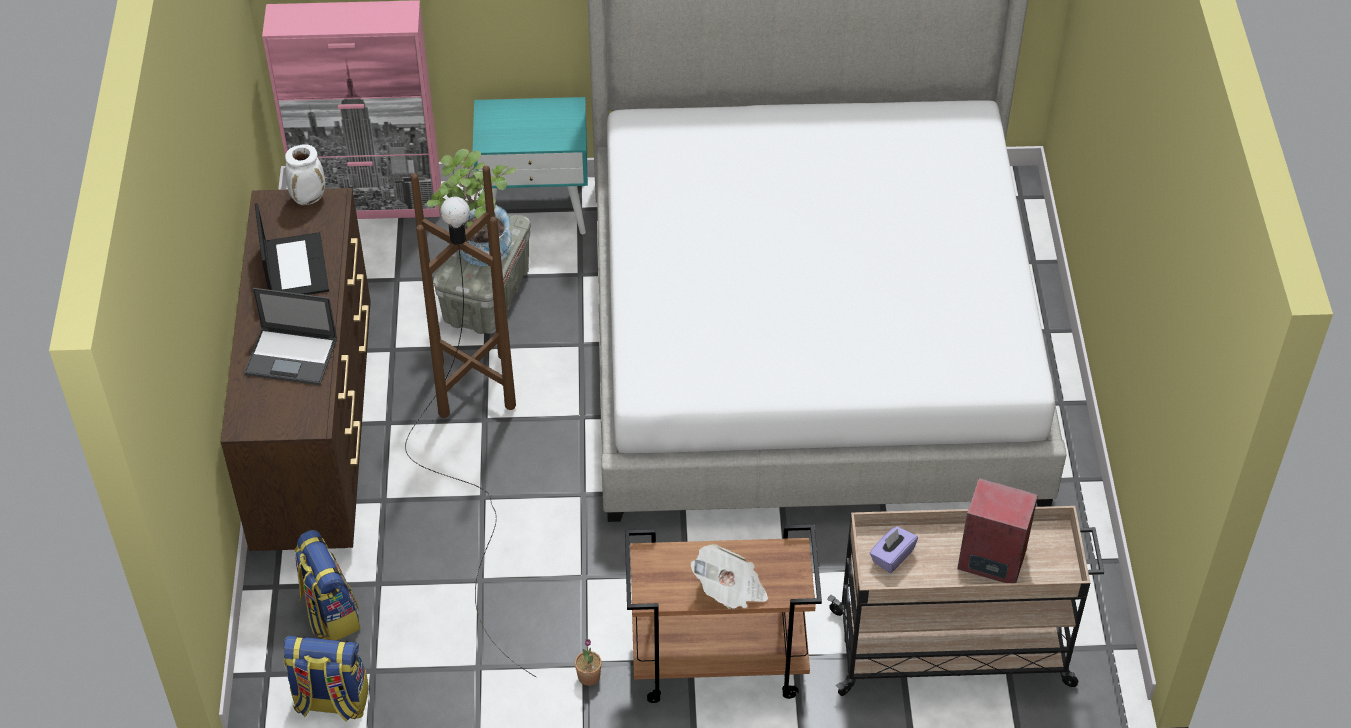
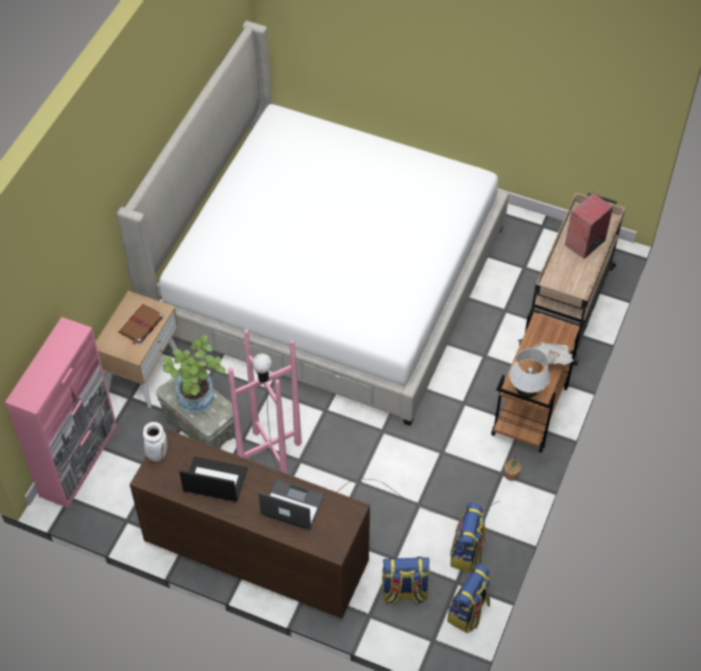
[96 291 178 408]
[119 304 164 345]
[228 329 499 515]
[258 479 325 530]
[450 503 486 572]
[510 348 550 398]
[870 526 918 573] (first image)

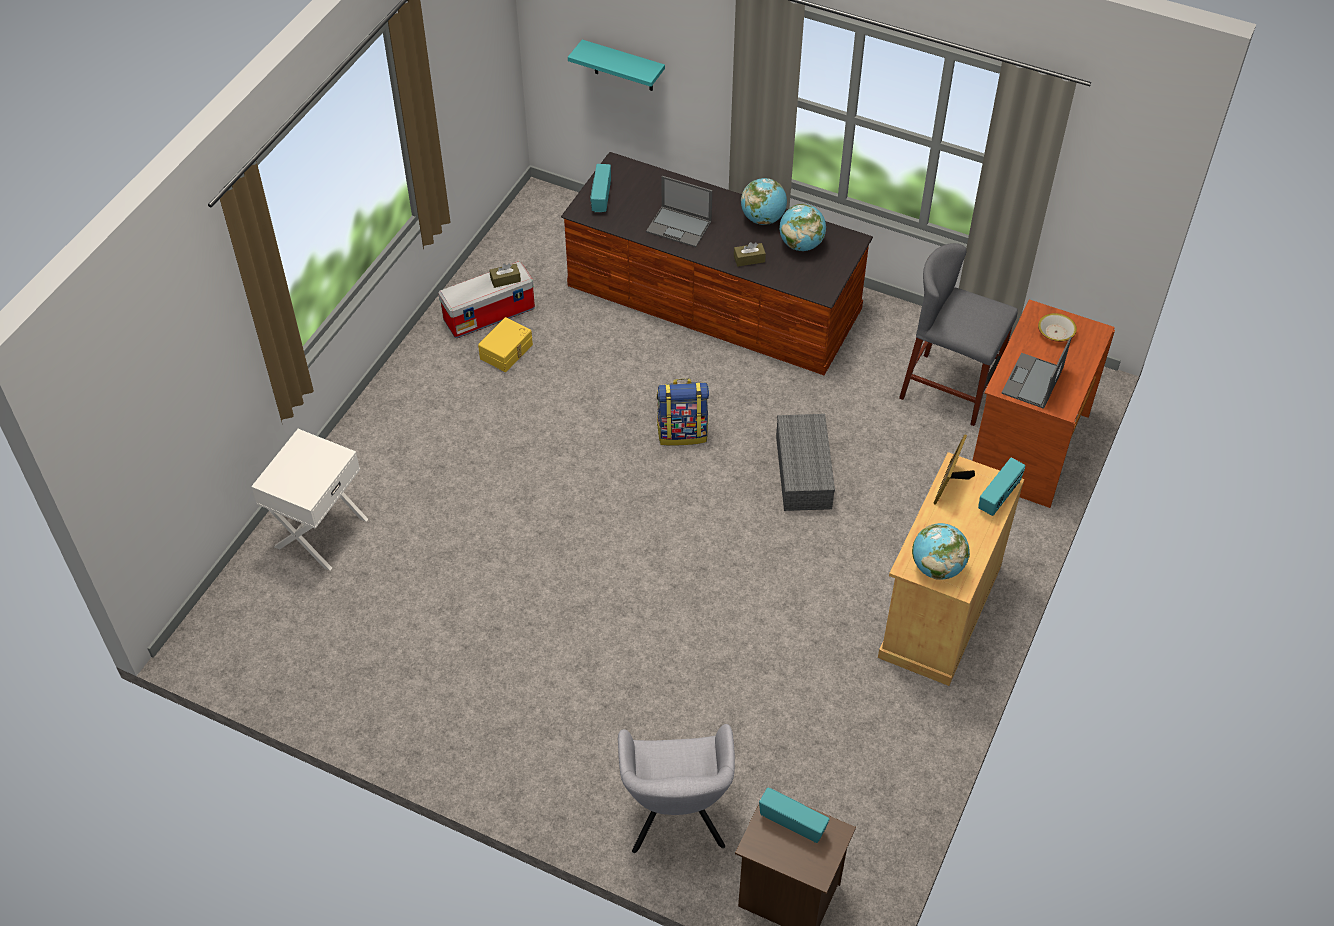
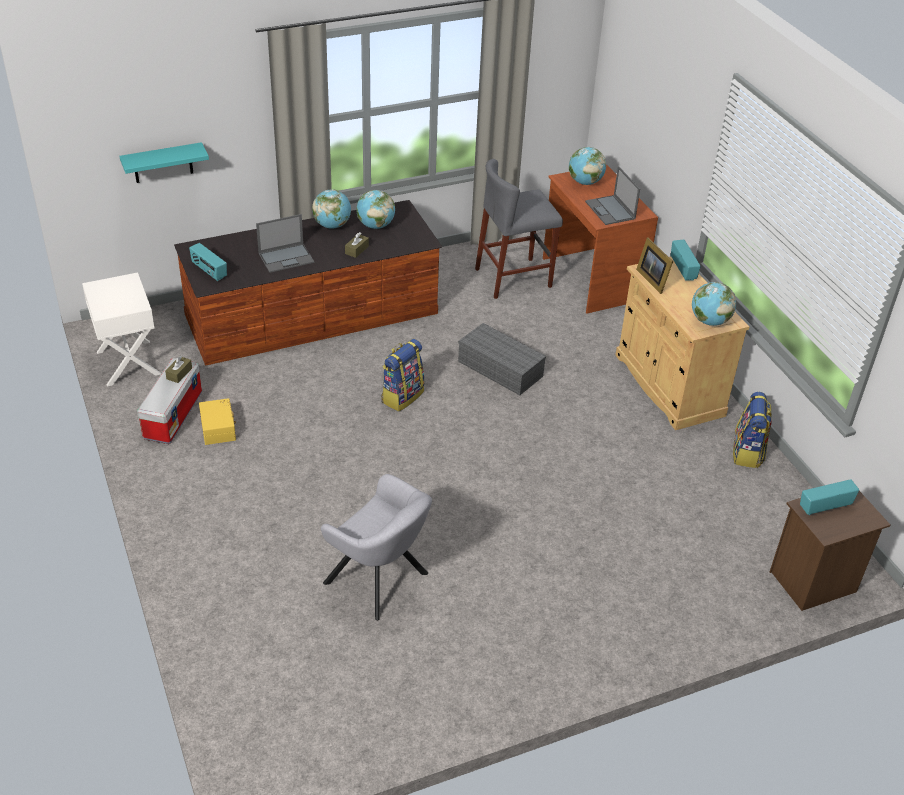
[82 272 161 386]
[321 474 432 620]
[569 147 606 185]
[733 392 772 468]

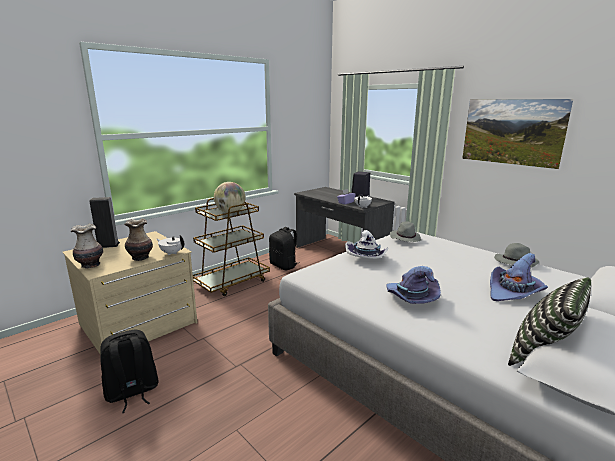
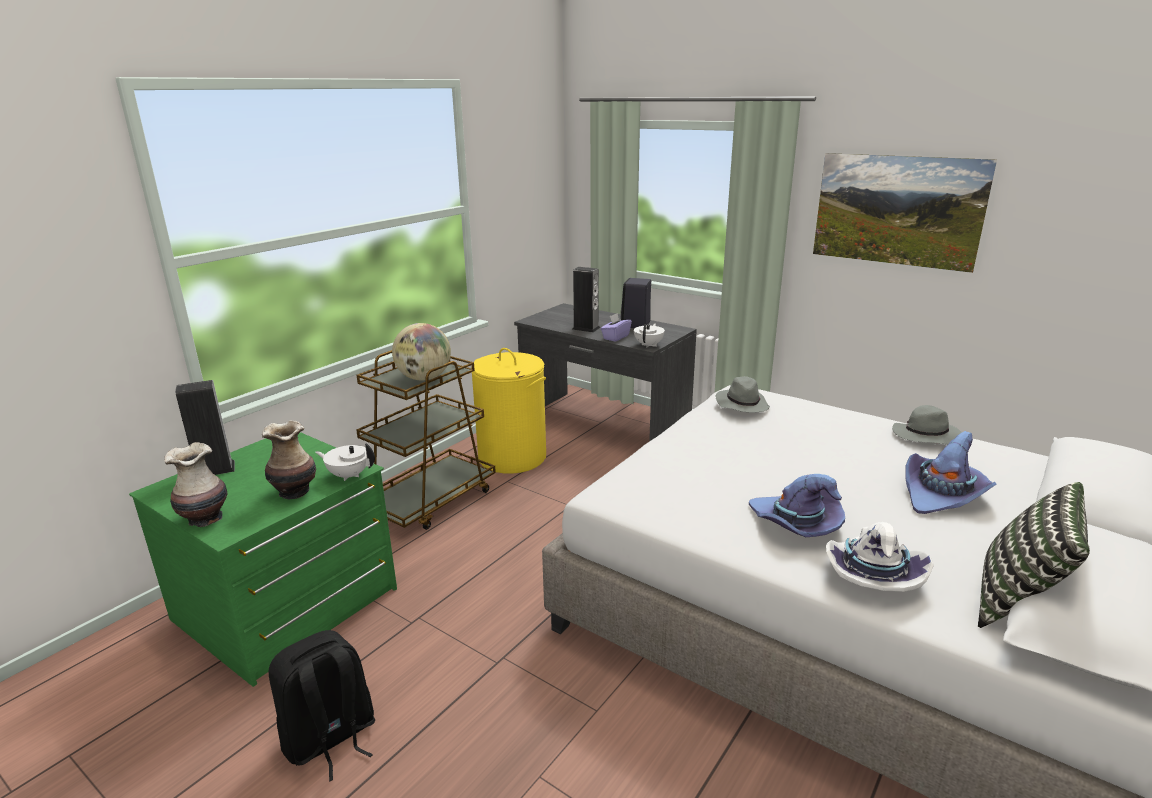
[129 432 397 687]
[471 348 546 474]
[573 267 600 332]
[826 522 934 592]

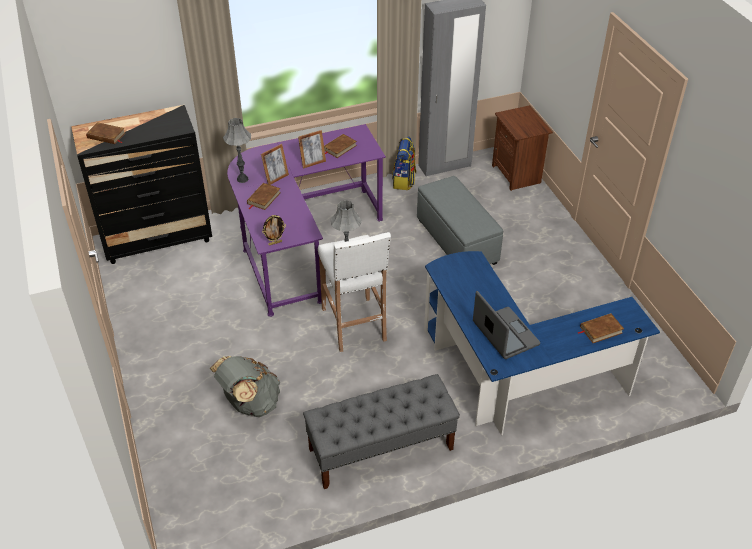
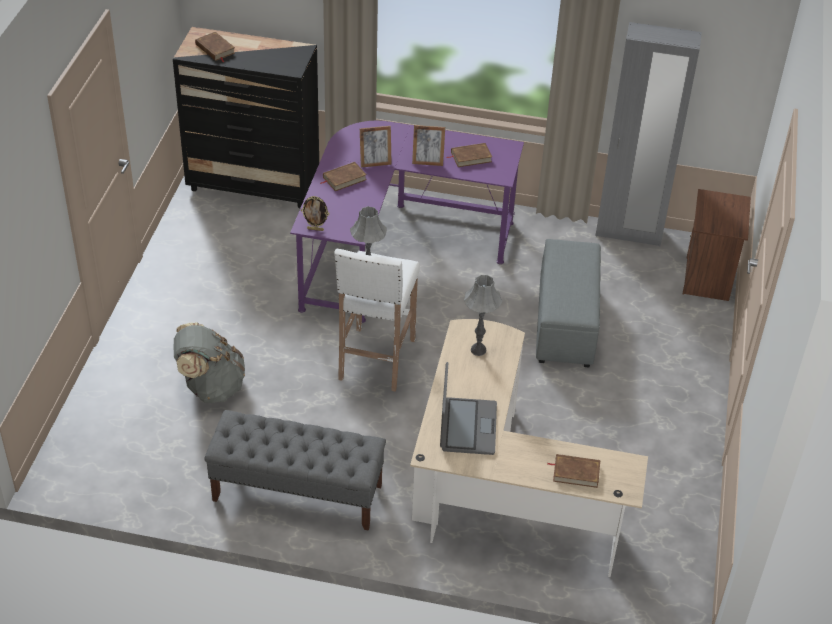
[410 319 648 577]
[464 275 502 356]
[392 136 416 190] (first image)

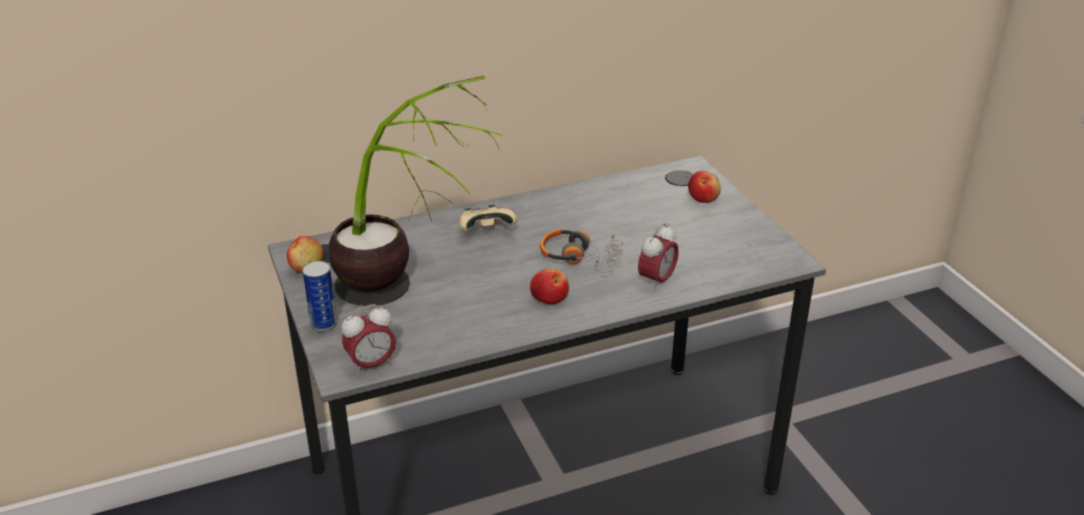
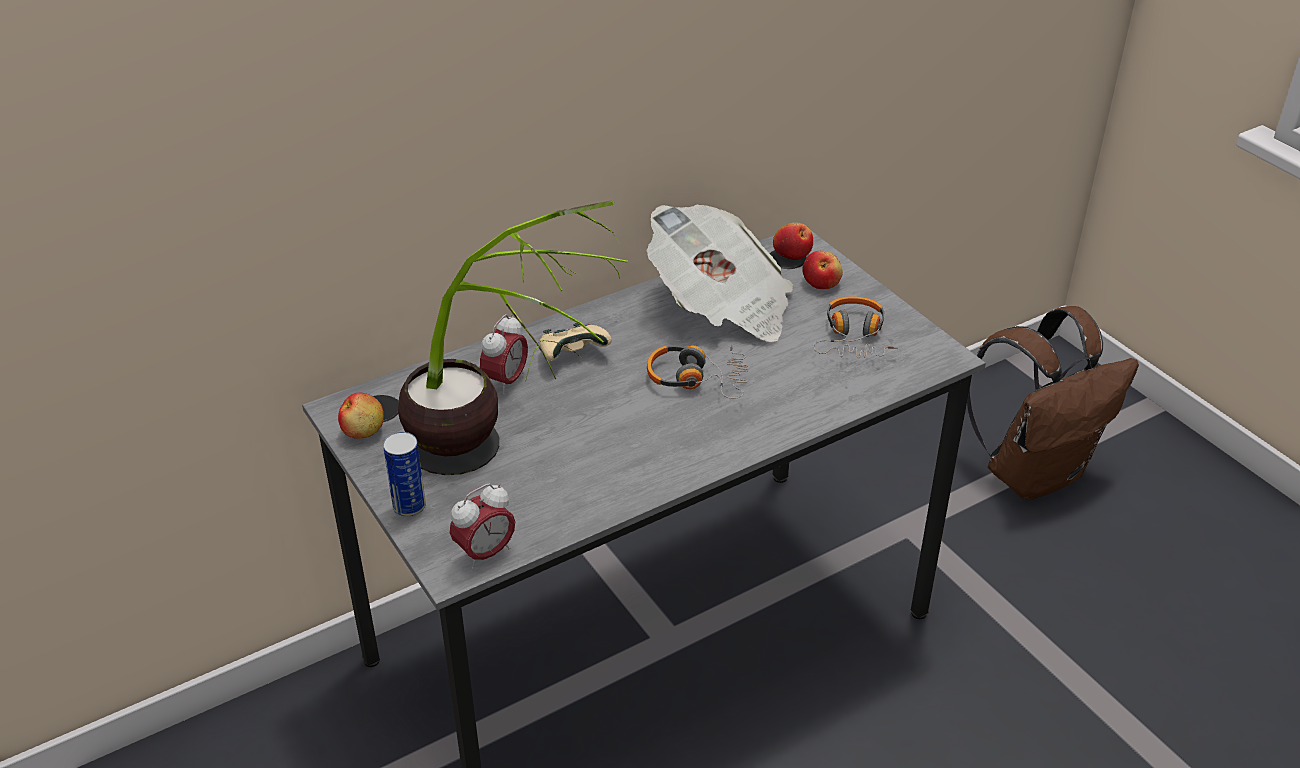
[480 314 528 395]
[646 205 793 342]
[773 223 813 260]
[813 296 898 357]
[967 306 1139 500]

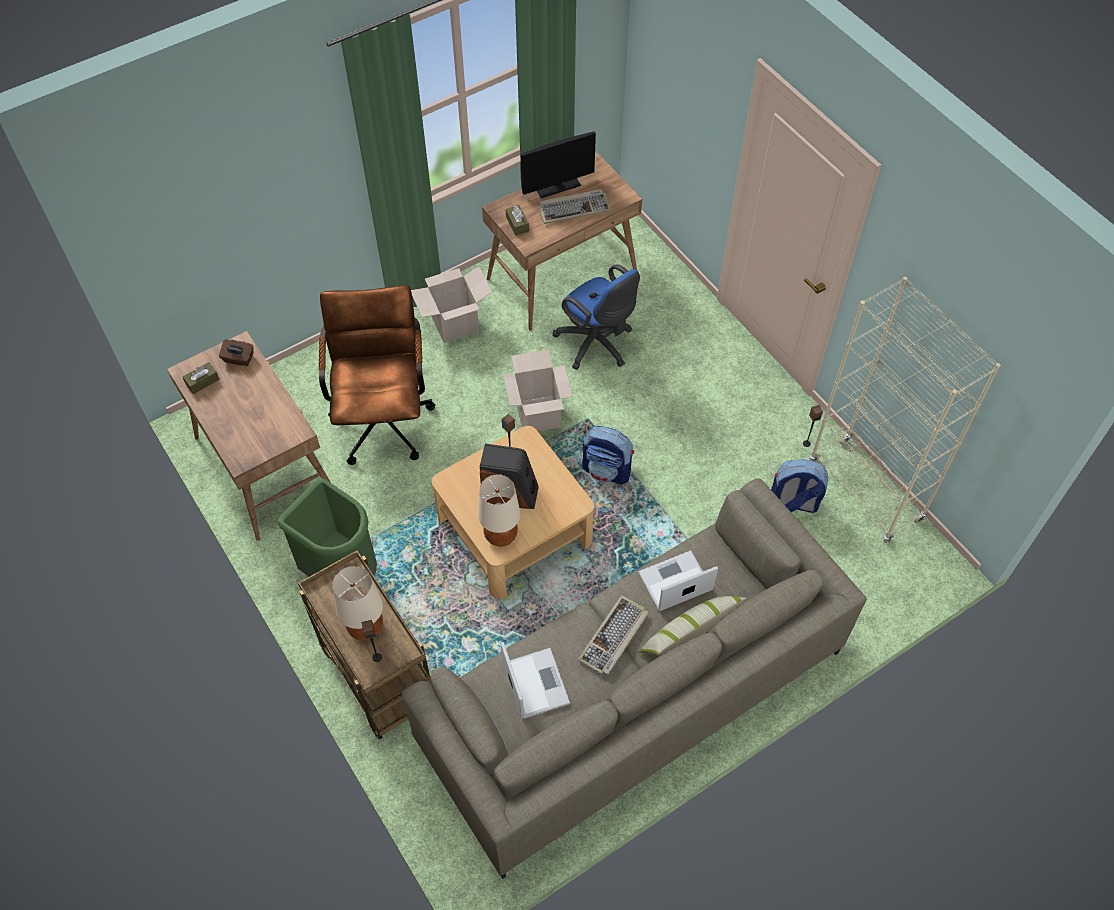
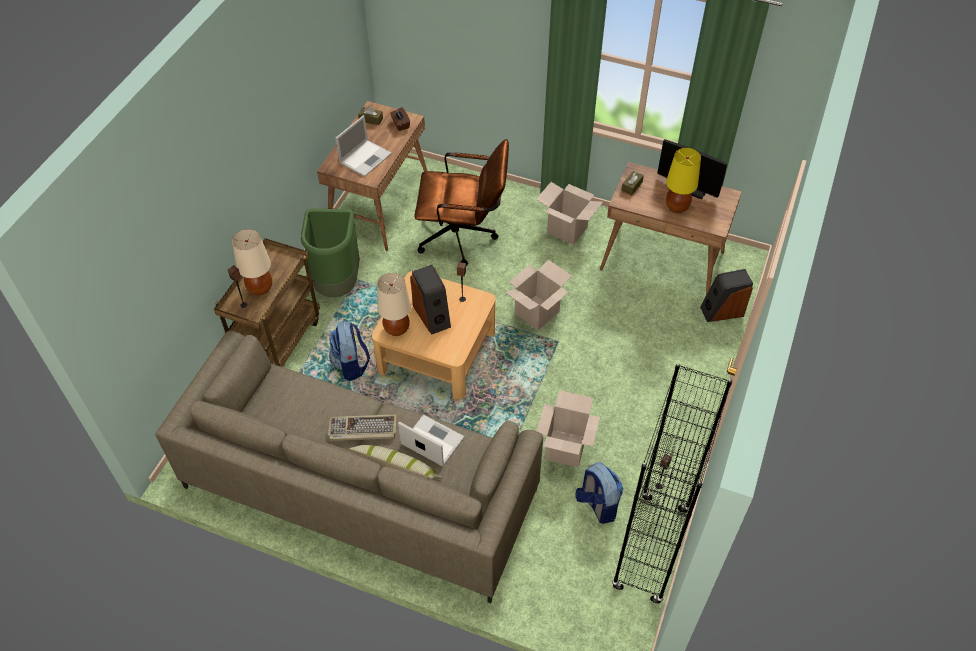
[329 321 370 381]
[335 115 392 177]
[415 139 509 266]
[537 390 600 467]
[612 363 732 604]
[666 148 701 213]
[700 269 753 322]
[552 264 640 370] (first image)

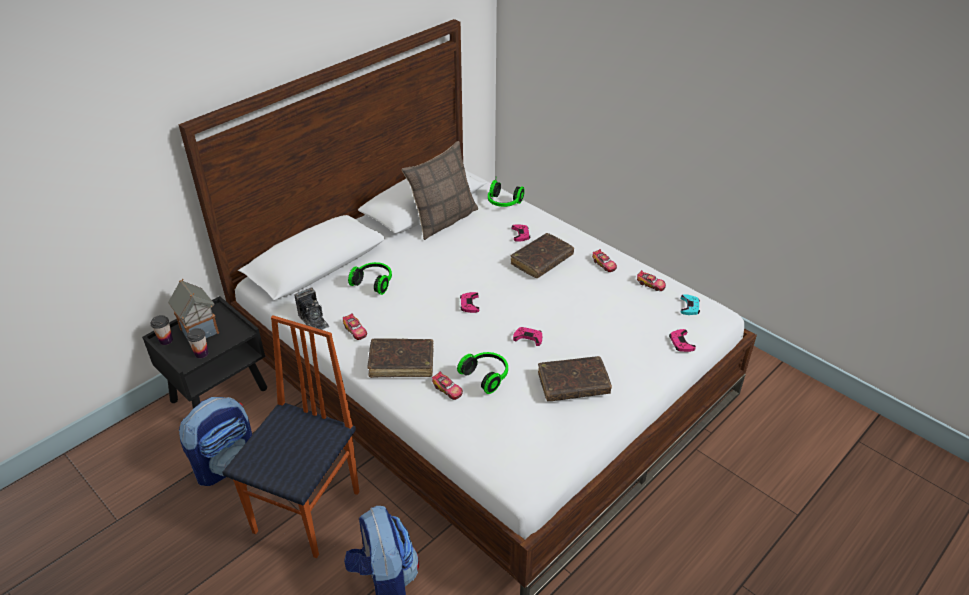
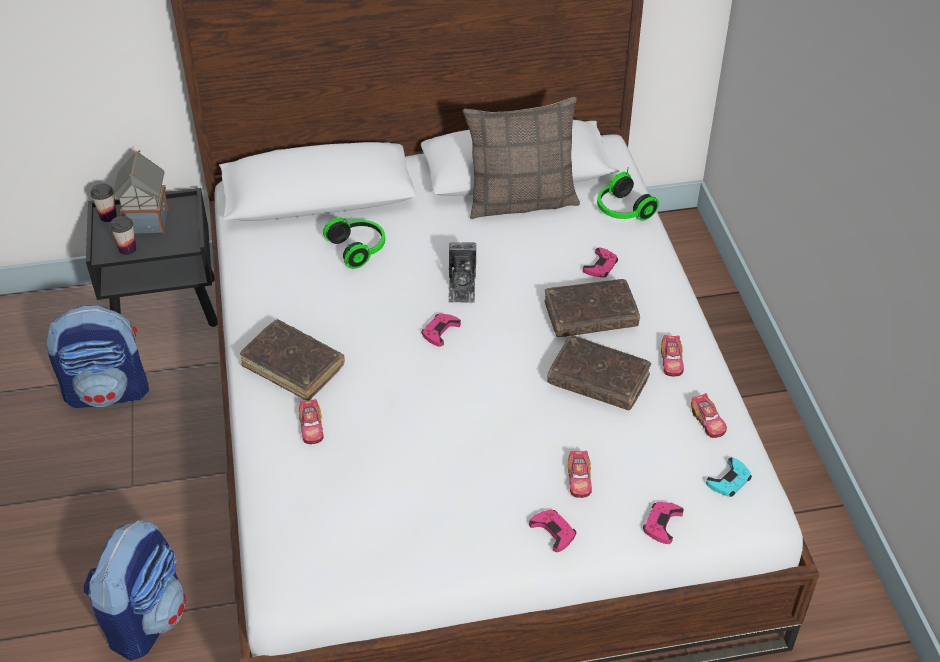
[448 242 476 303]
[529 509 576 552]
[547 335 651 411]
[568 451 592 498]
[222 315 359 558] (first image)
[457 352 508 394] (first image)

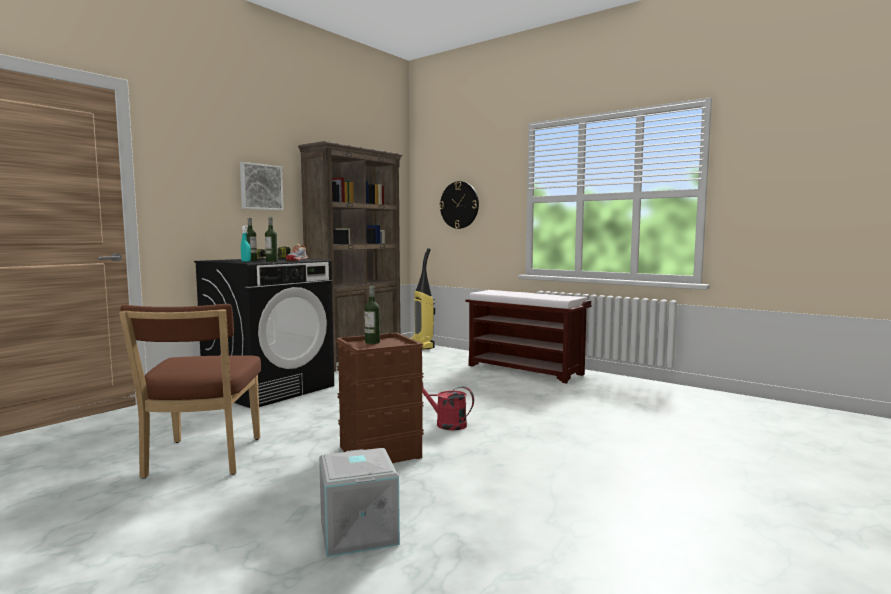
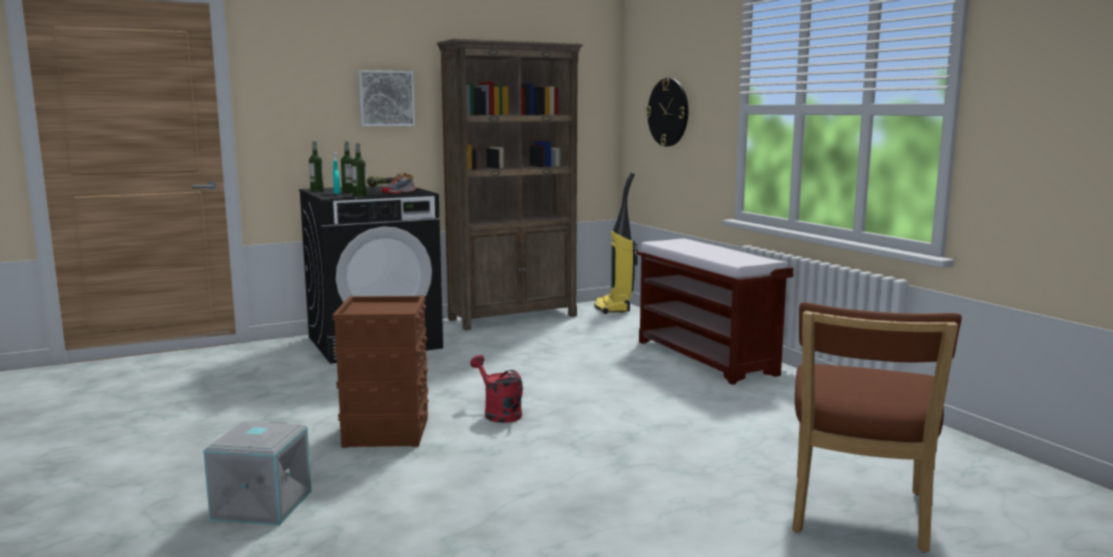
[309 141 324 192]
[792 302 962 553]

